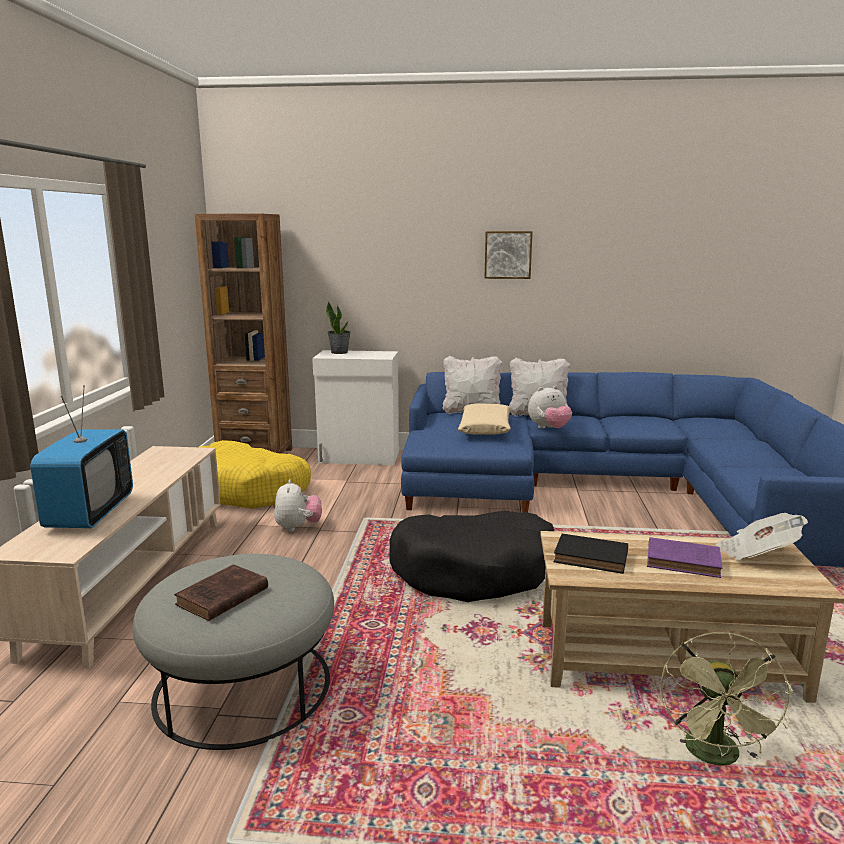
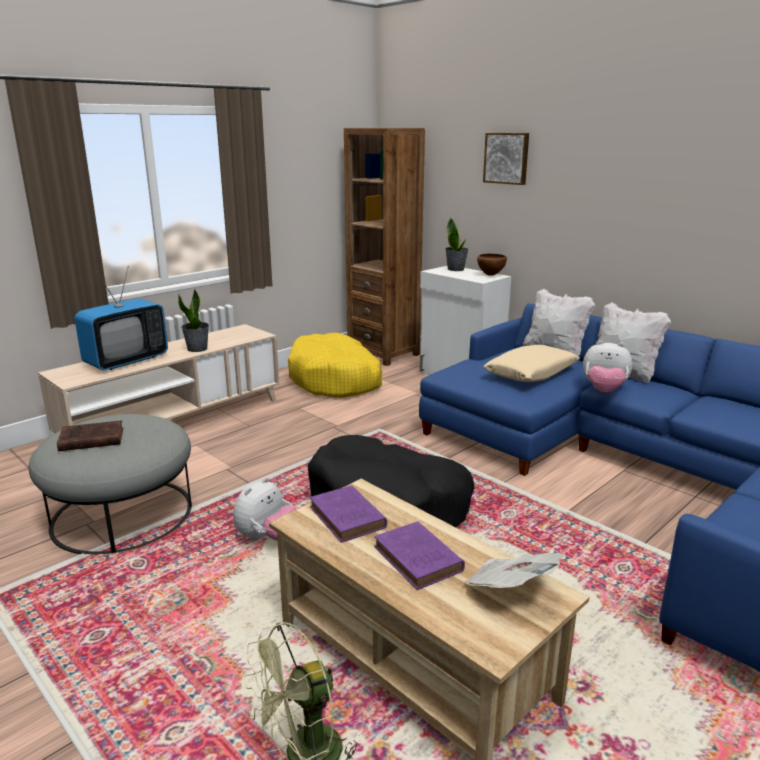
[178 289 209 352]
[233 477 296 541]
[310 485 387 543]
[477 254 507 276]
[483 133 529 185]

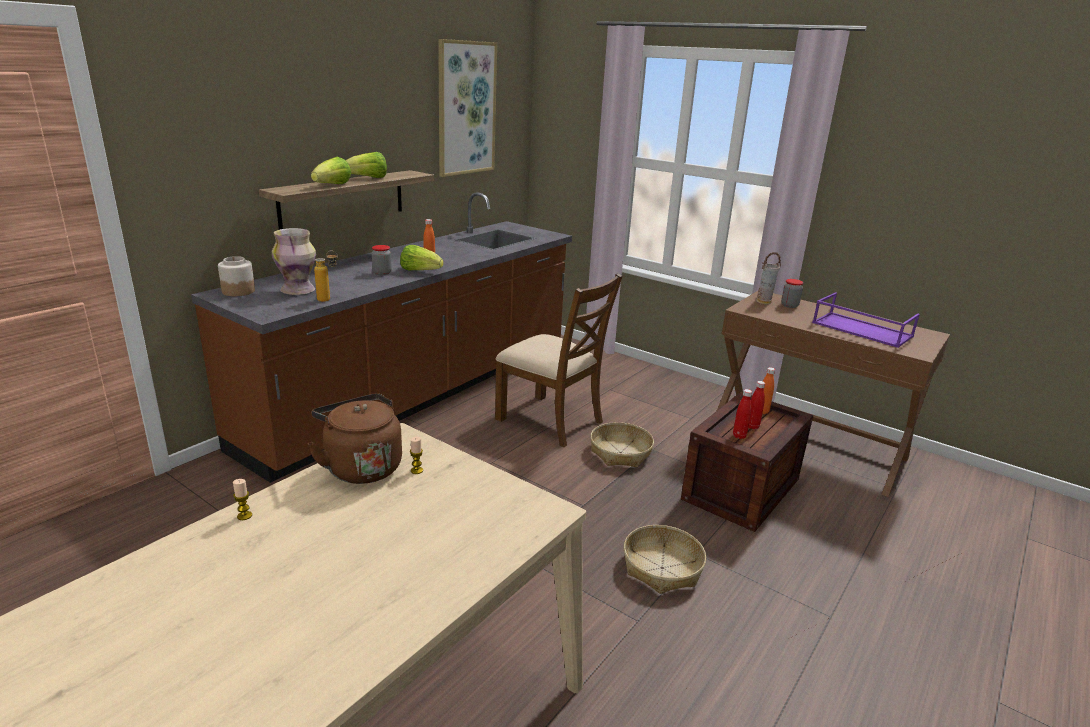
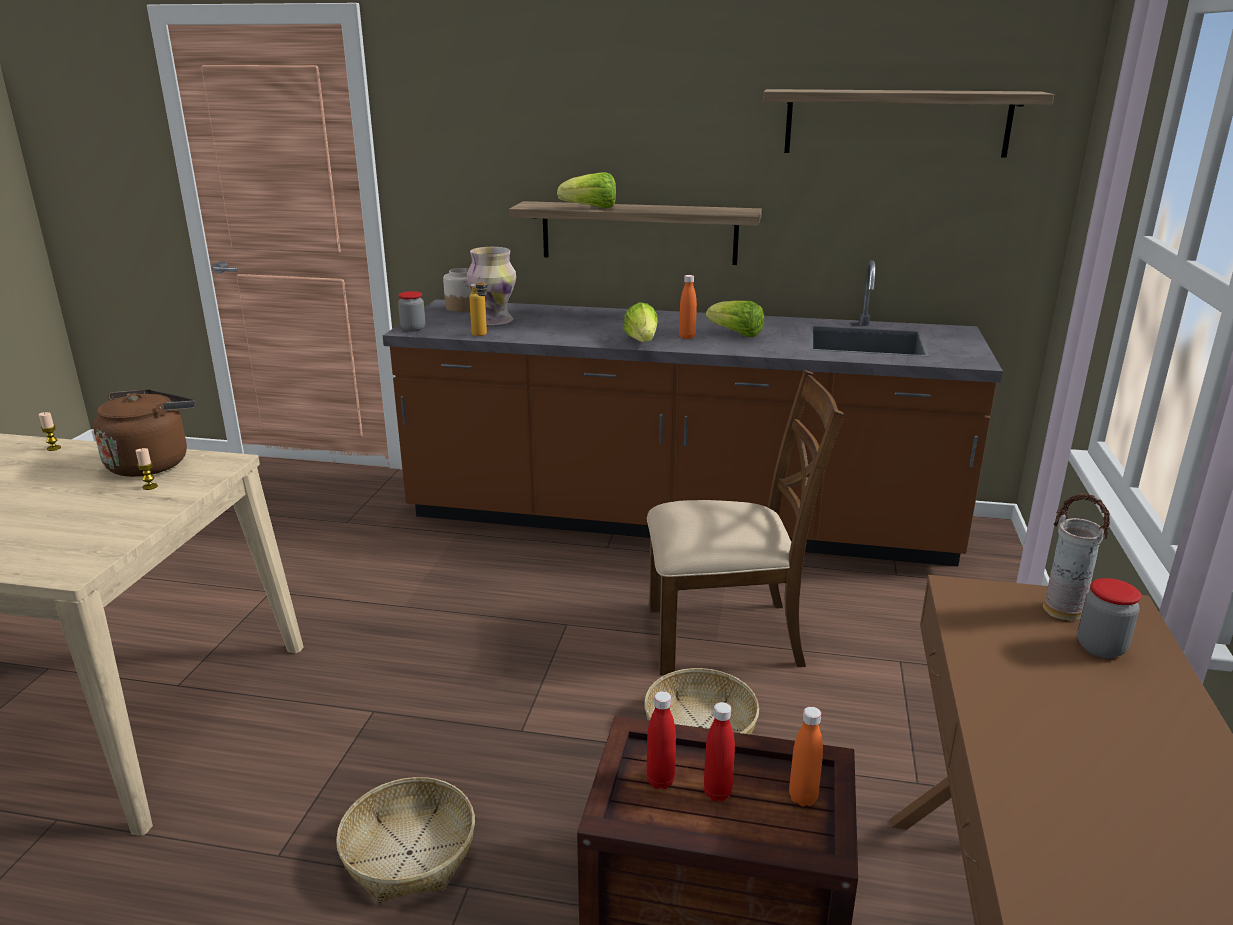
[398 291 425 332]
[647 370 844 675]
[706 300 764 337]
[763 89 1054 157]
[812 292 920 348] (first image)

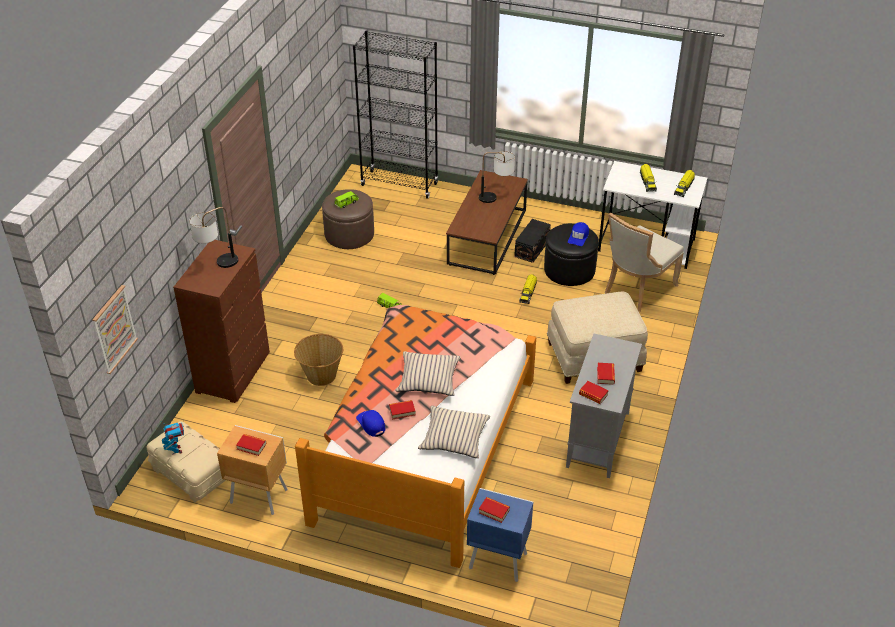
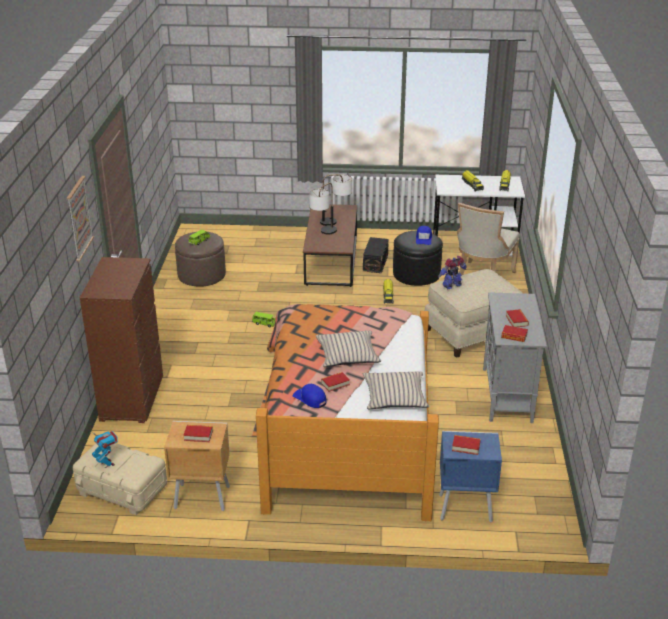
[67 176 94 261]
[309 183 337 235]
[438 256 467 289]
[294 334 343 386] (first image)
[353 31 438 199] (first image)

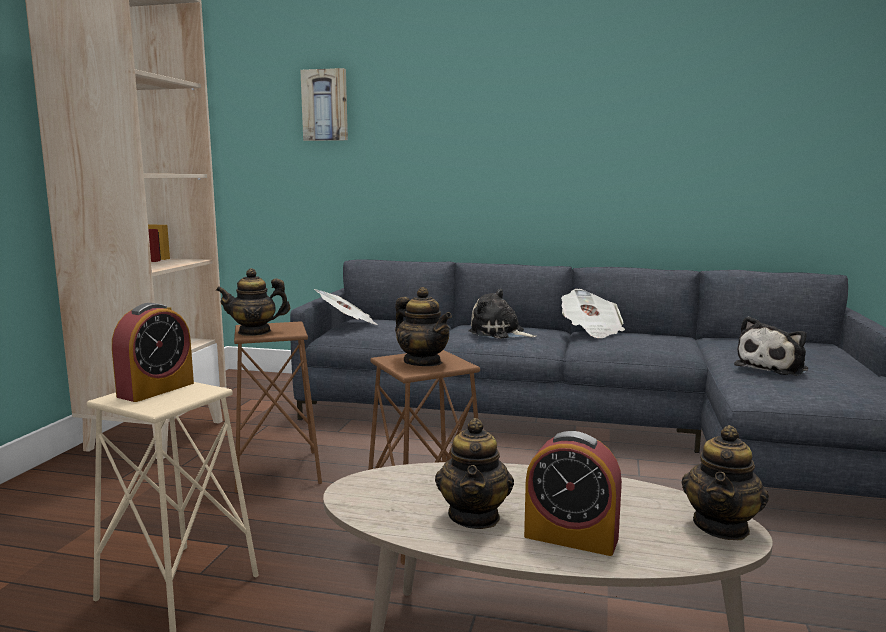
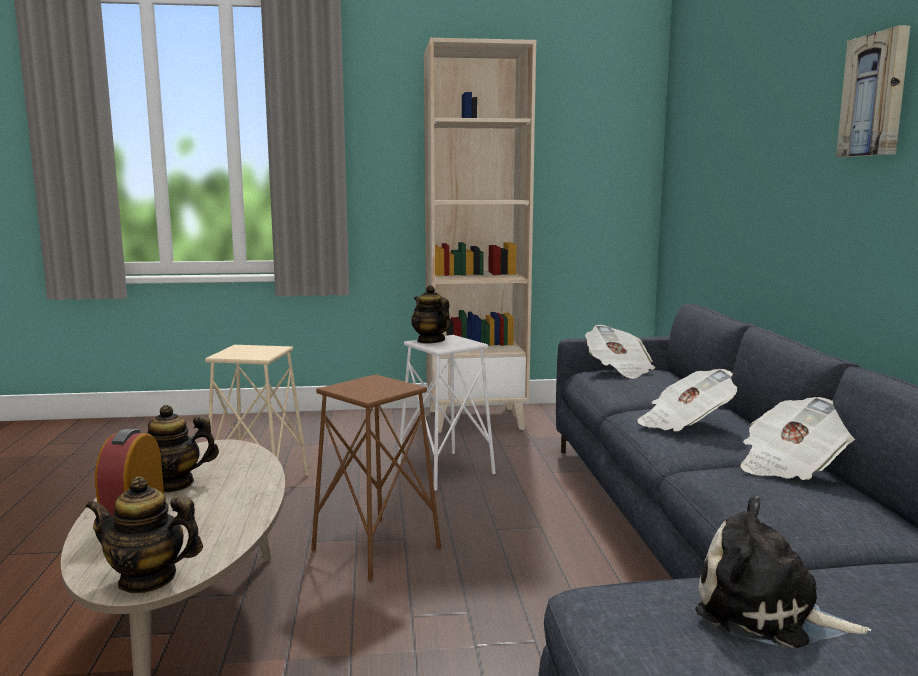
[397 335 496 491]
[637 369 737 432]
[836 25 910 157]
[112 303 194 402] (first image)
[395 287 452 366] (first image)

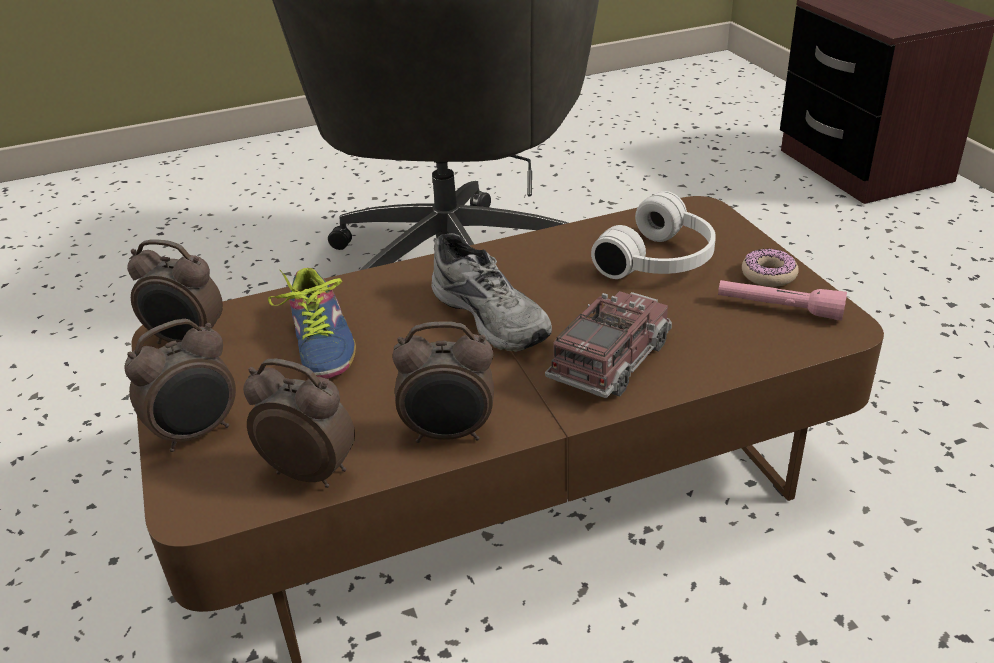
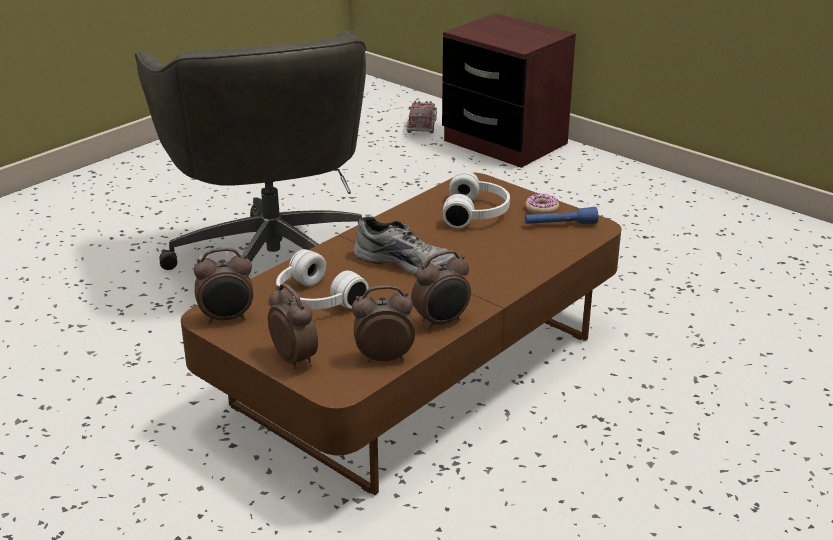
[268 283 318 369]
[276 249 369 310]
[406 101 437 133]
[525 207 598 224]

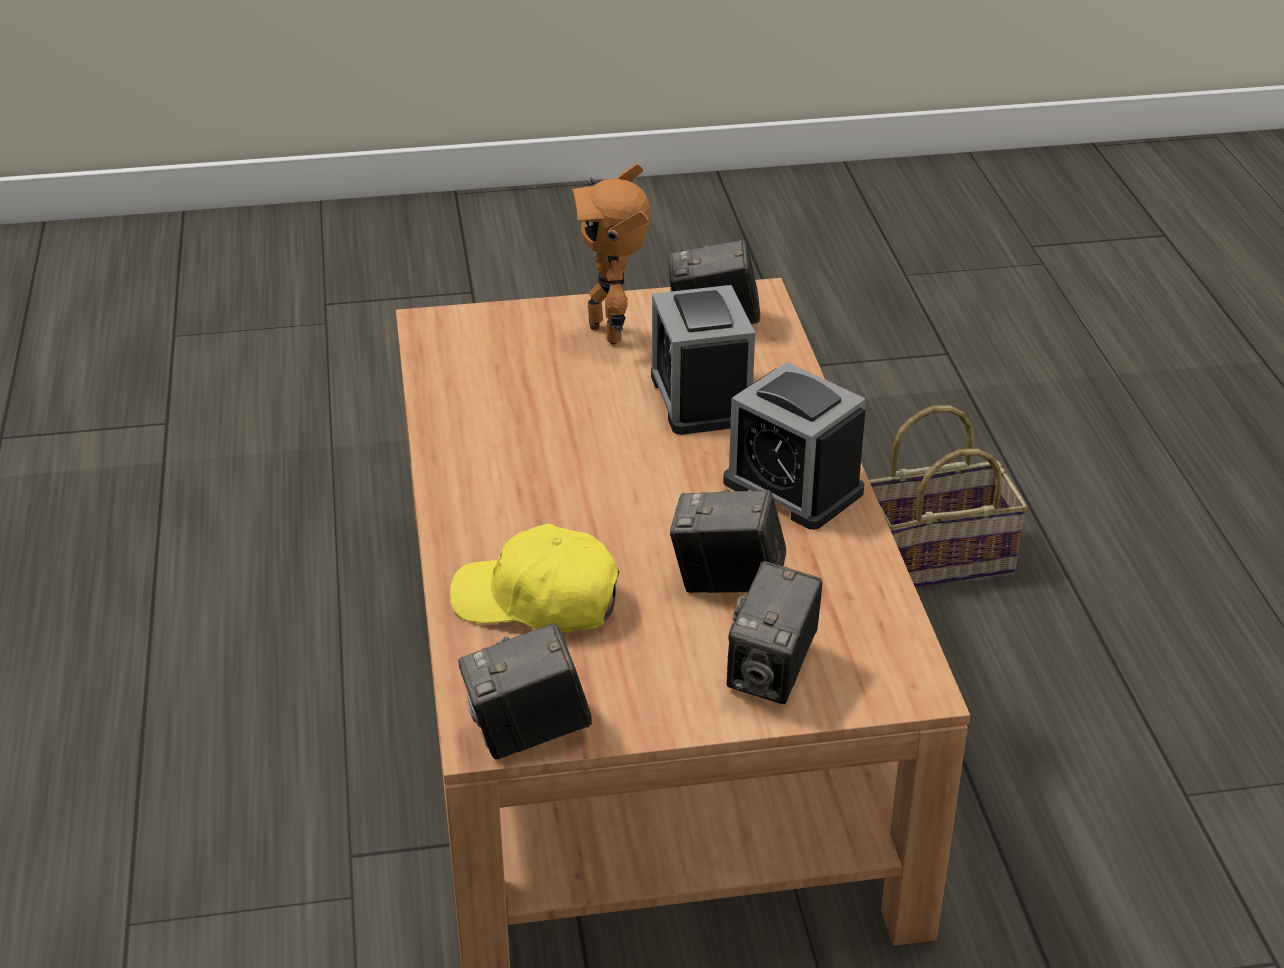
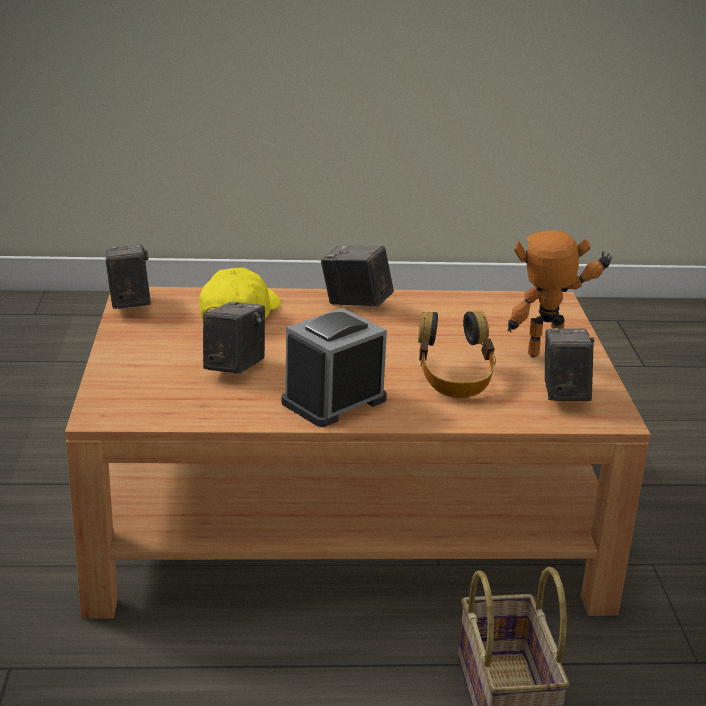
[321 246 394 307]
[418 311 496 398]

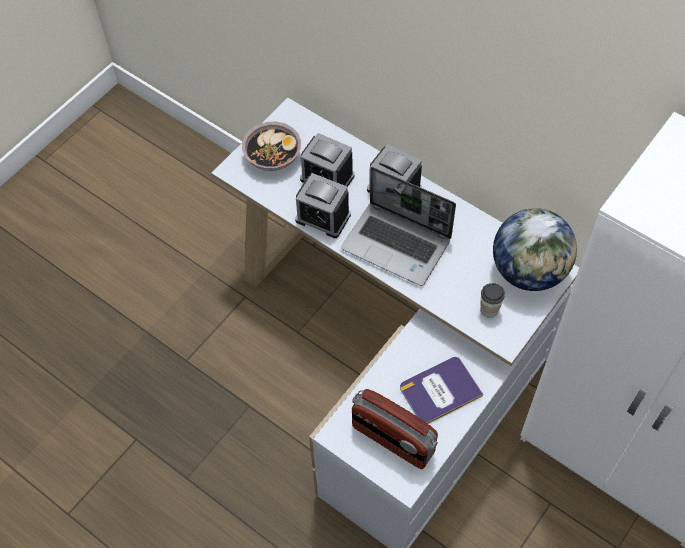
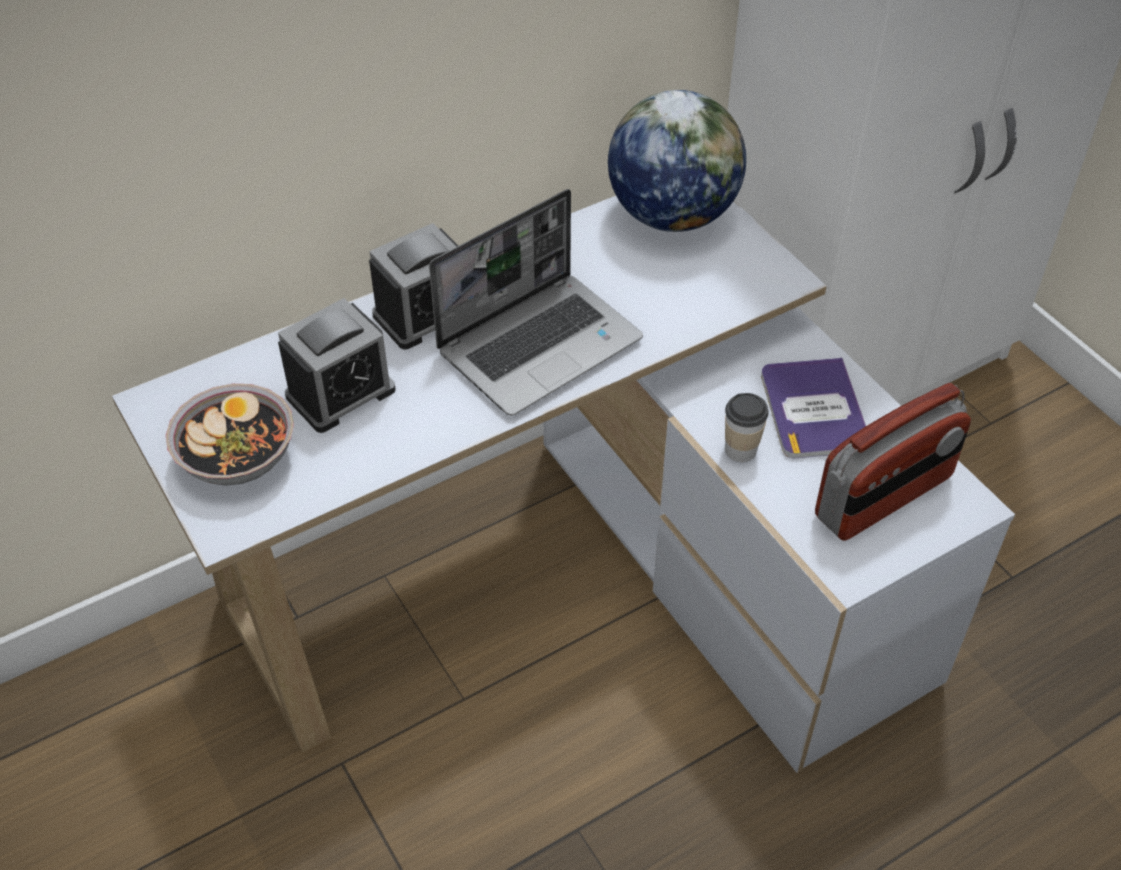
[725 393 769 462]
[295 173 351 238] (first image)

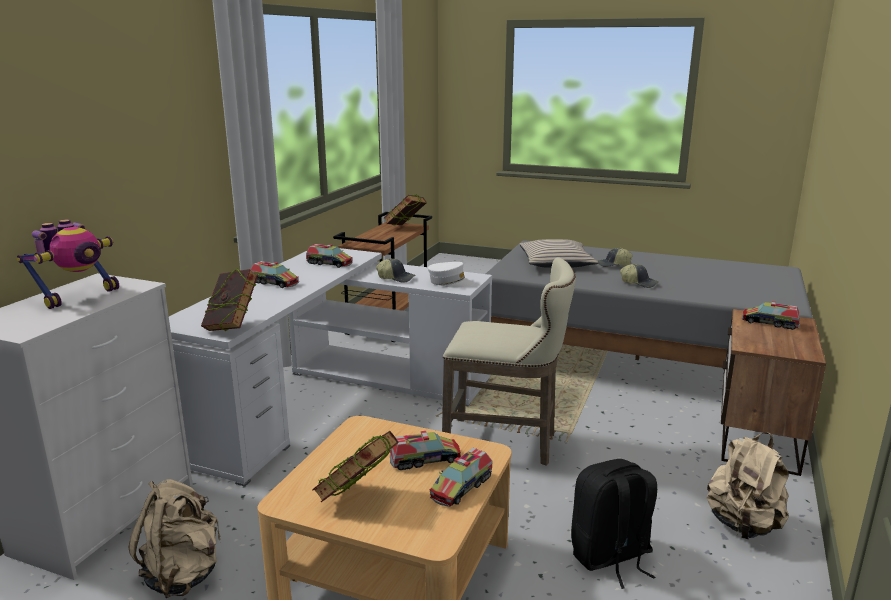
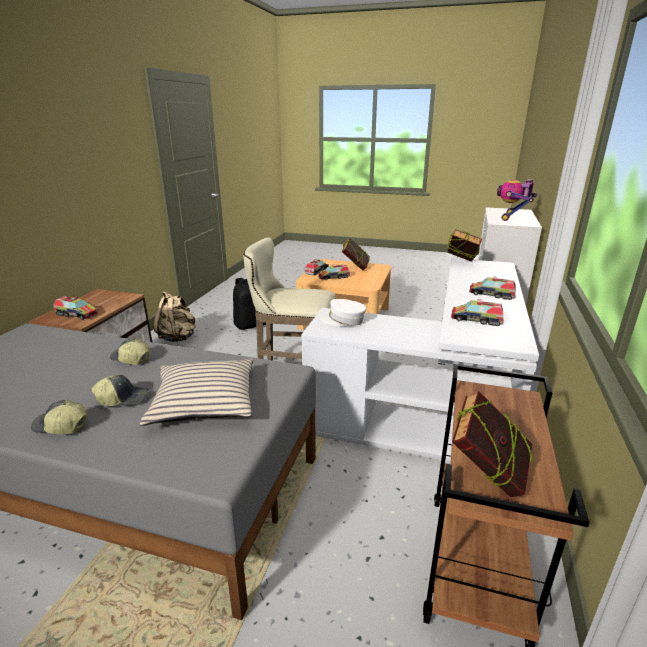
[31 400 87 435]
[128 479 221 598] (first image)

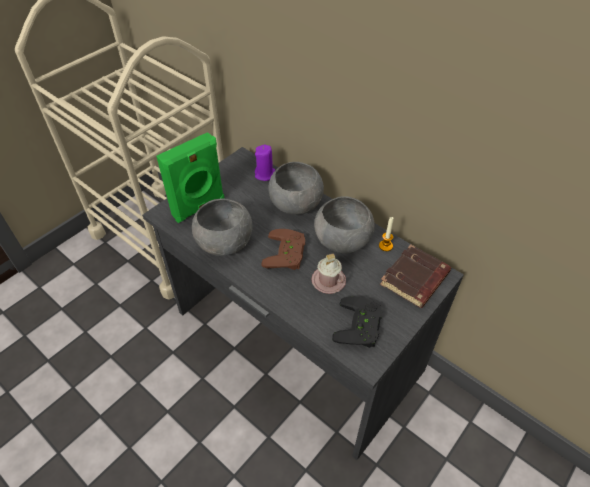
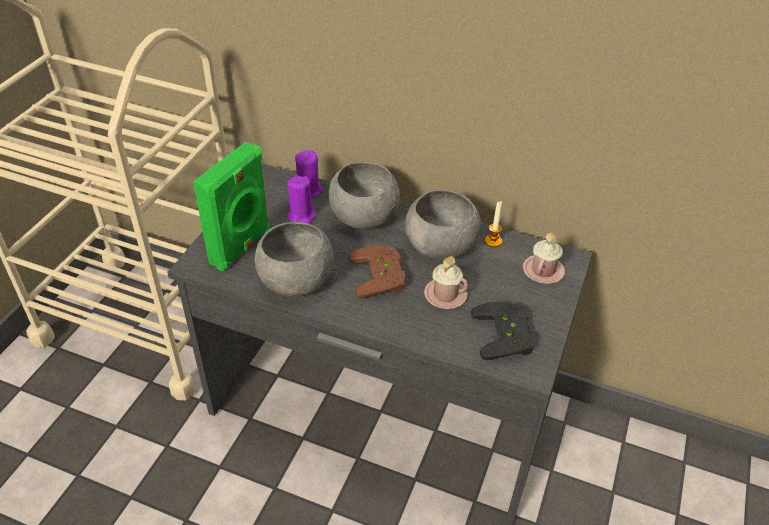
[287 175 316 224]
[523 232 565 284]

